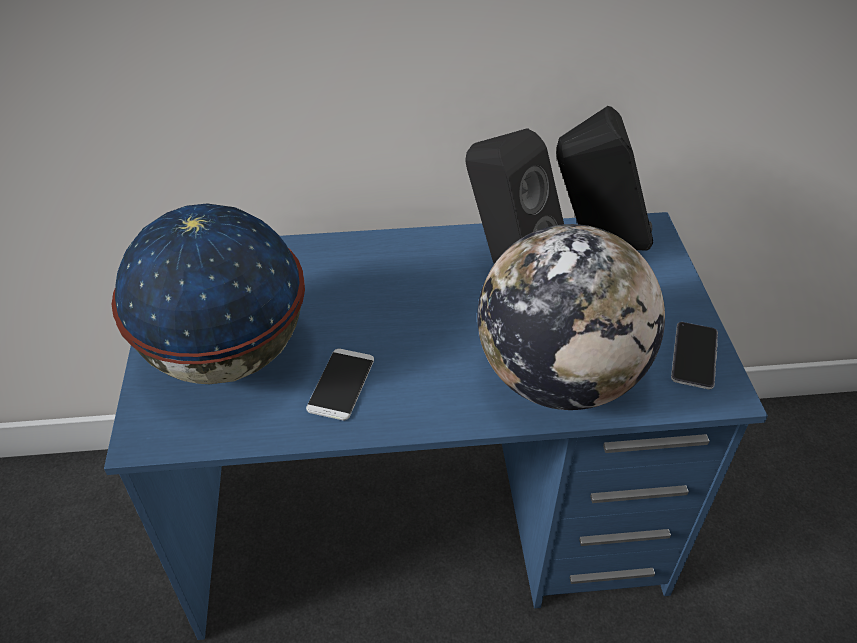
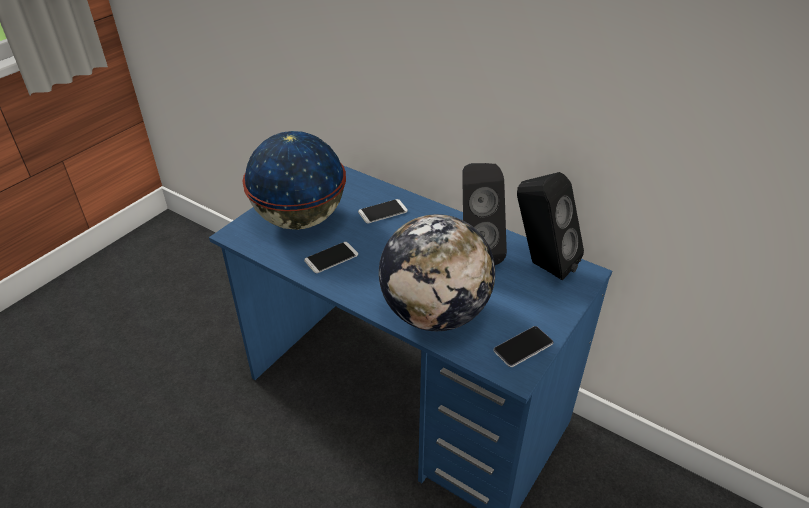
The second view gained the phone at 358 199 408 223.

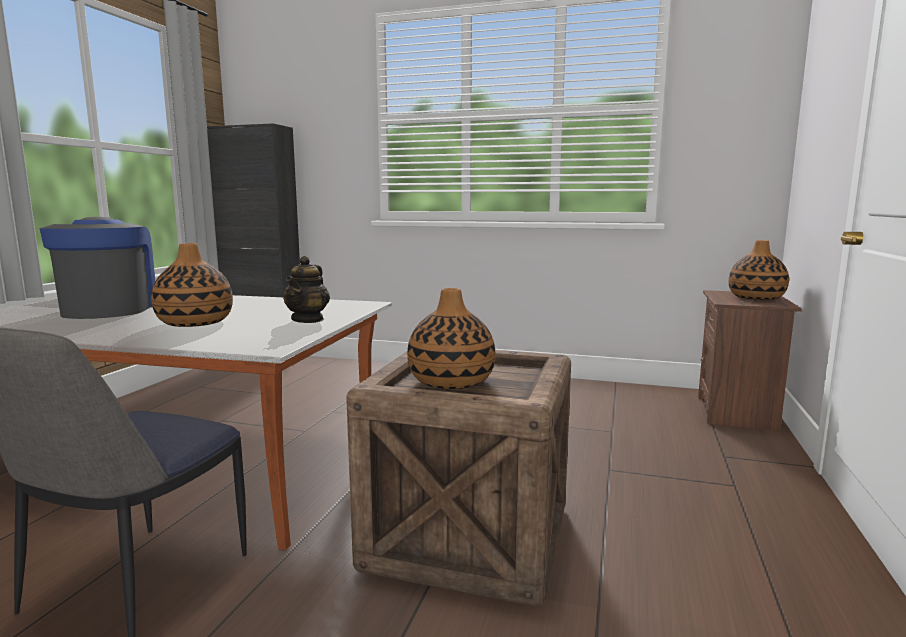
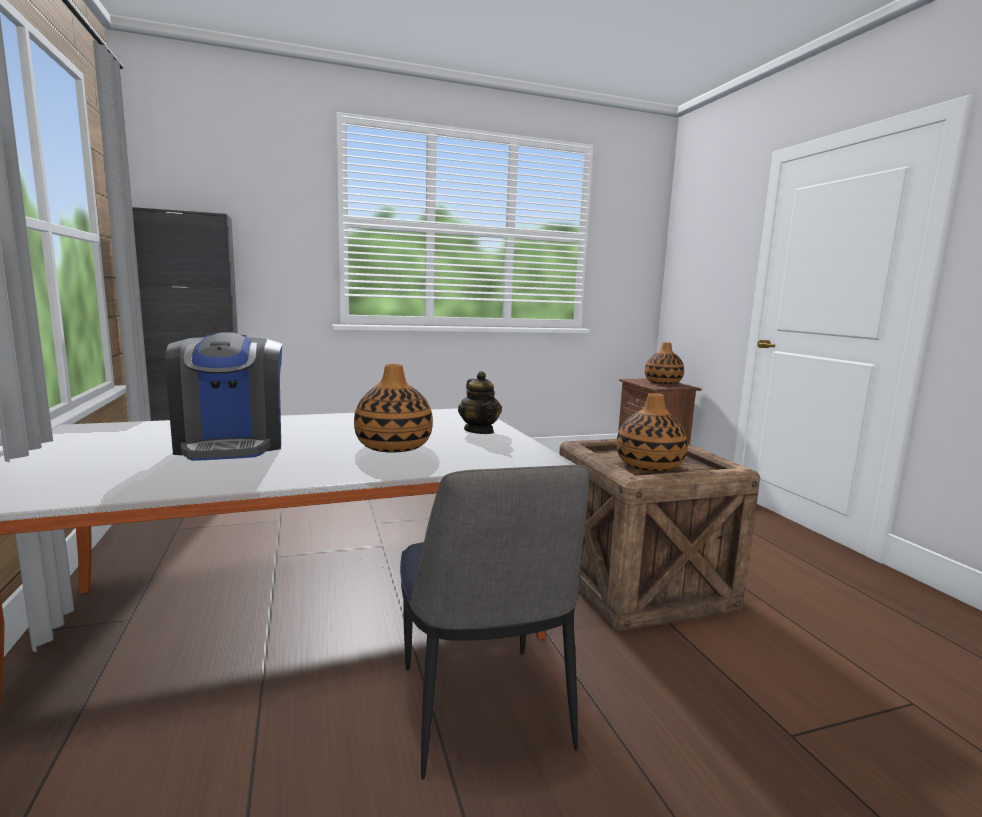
The coffee maker at 39 217 155 319 ended up facing another way, 150 degrees counterclockwise from before.

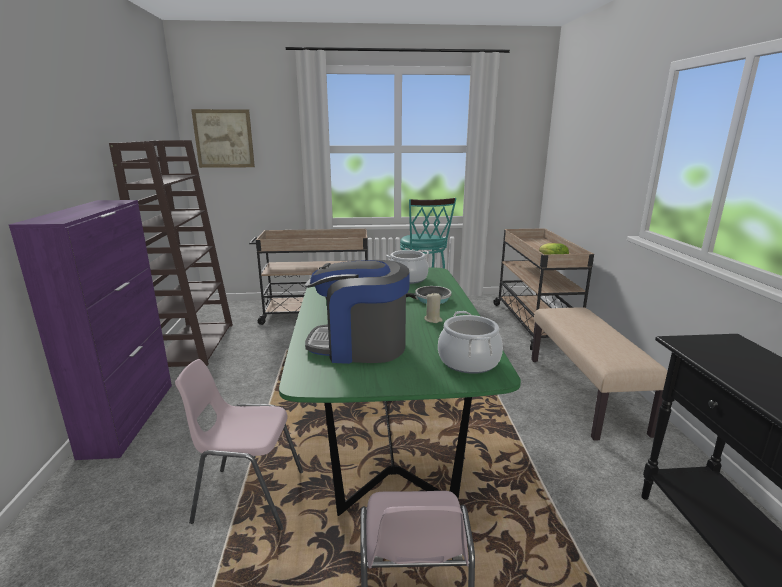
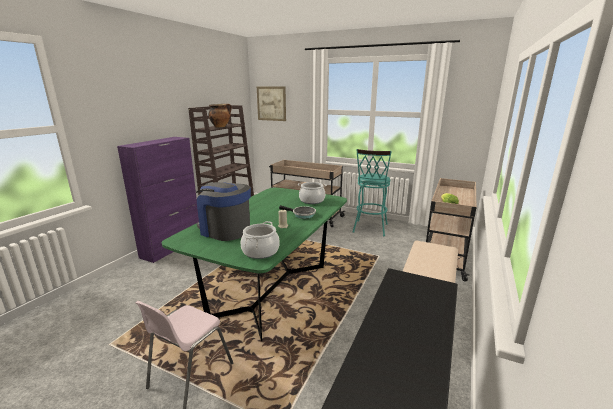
The second view lost the pink-coloured chair at 175 359 303 530. The second view gained the cooking pot at 208 104 232 127.

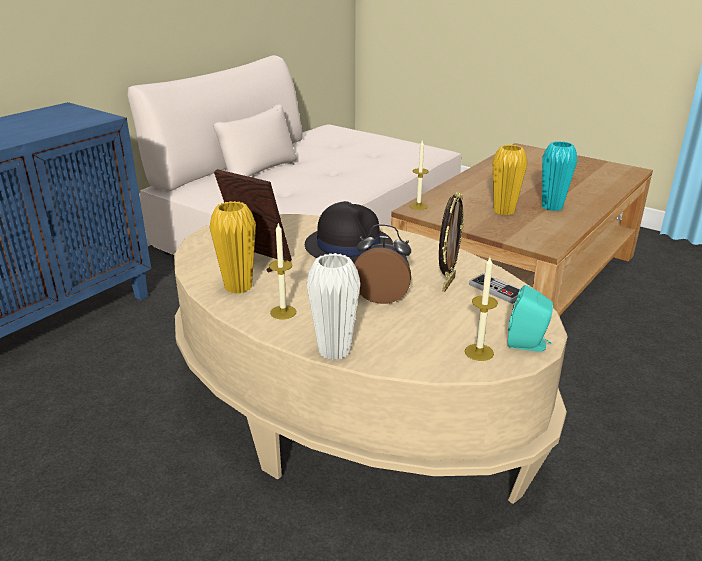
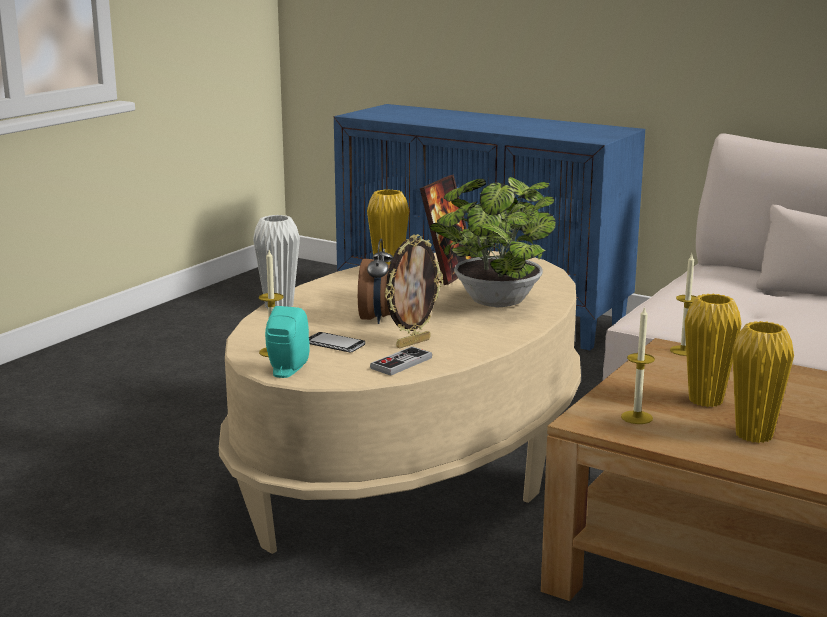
What was the turquoise decorative vase at 542 141 577 211 turned into the yellowish decorative vase at 732 321 794 443. The picture frame at 439 192 464 292 ended up facing another way, 60 degrees counterclockwise from before. Where the blackish hat stood at 305 201 393 263, the plant in a pot came to stand at 430 177 556 308. The wax candle ended up elsewhere, having gone from 269 222 296 319 to 621 306 655 424. The second view gained the phone at 309 332 365 353.

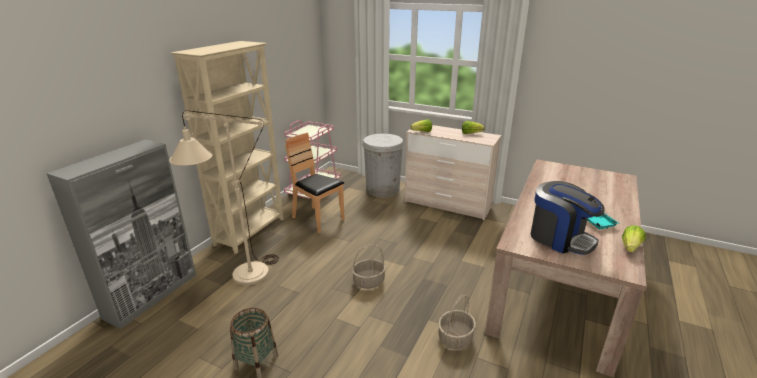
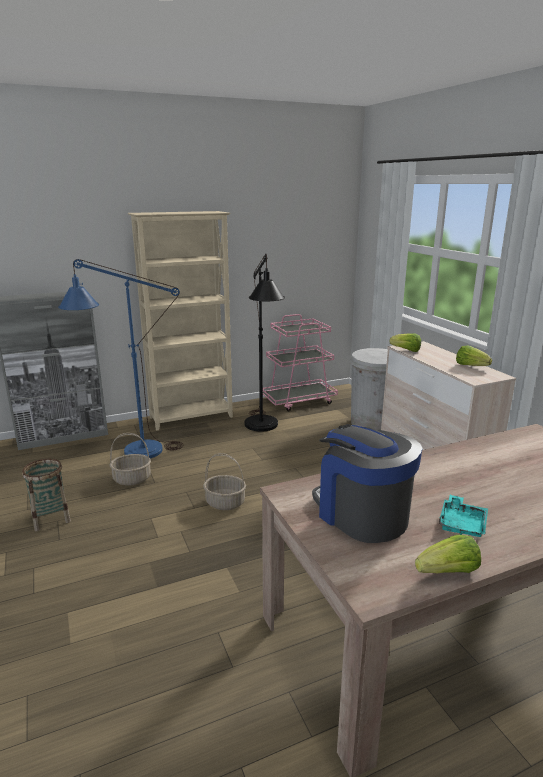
What was the beige-coloured floor lamp at 169 110 279 285 turned into the blue floor lamp at 58 259 183 459. Where the brown-coloured chair stood at 285 133 344 234, the blackish floor lamp came to stand at 245 254 285 432. The coffee maker at 531 181 605 255 ended up facing another way, 150 degrees clockwise from before. The storage basket ended up elsewhere, having gone from 438 294 476 349 to 109 433 151 486.

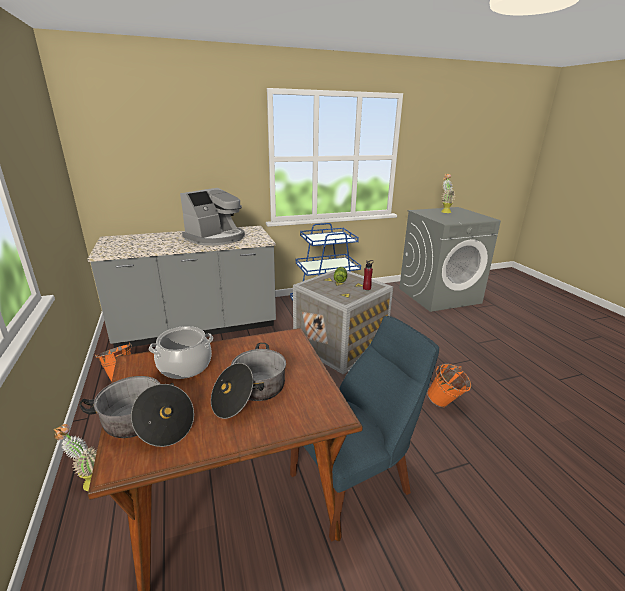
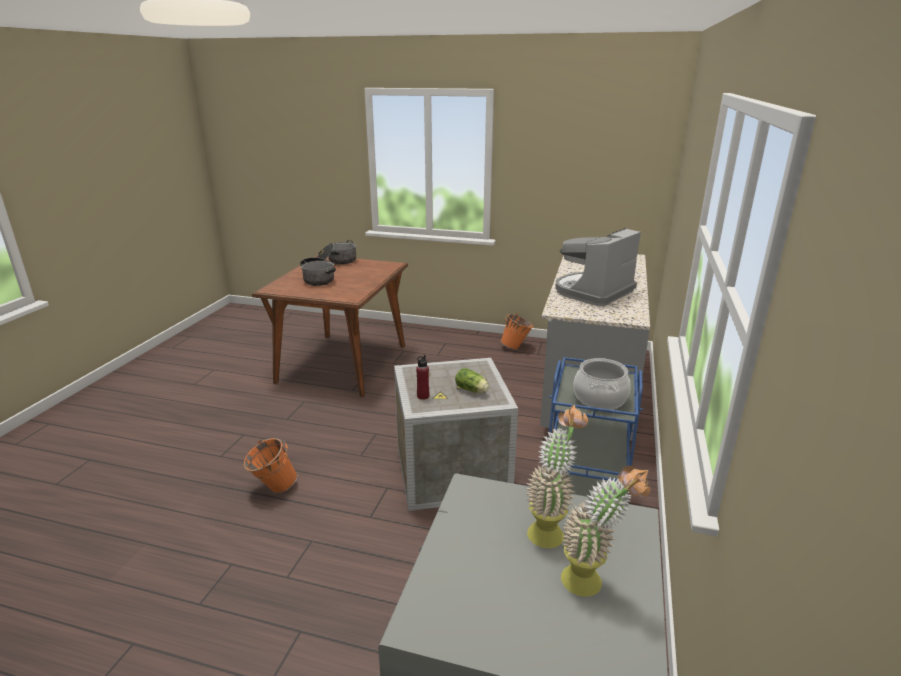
The coffee maker at 180 188 245 246 ended up facing another way, 60 degrees clockwise from before. The second view lost the blue chair at 290 316 439 541. The cooking pot ended up elsewhere, having gone from 149 326 213 379 to 573 358 631 410. The plant in a pot ended up elsewhere, having gone from 53 424 97 491 to 526 405 588 548.

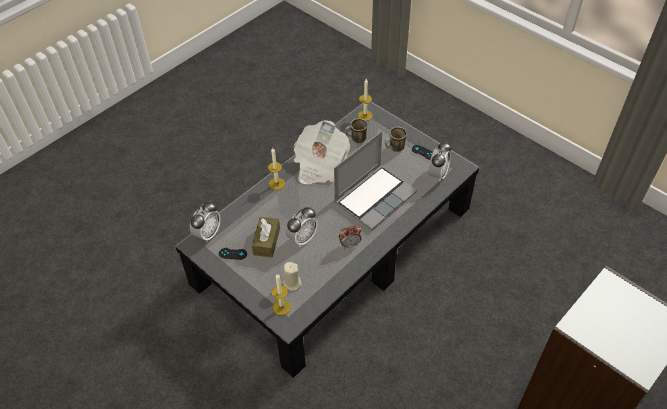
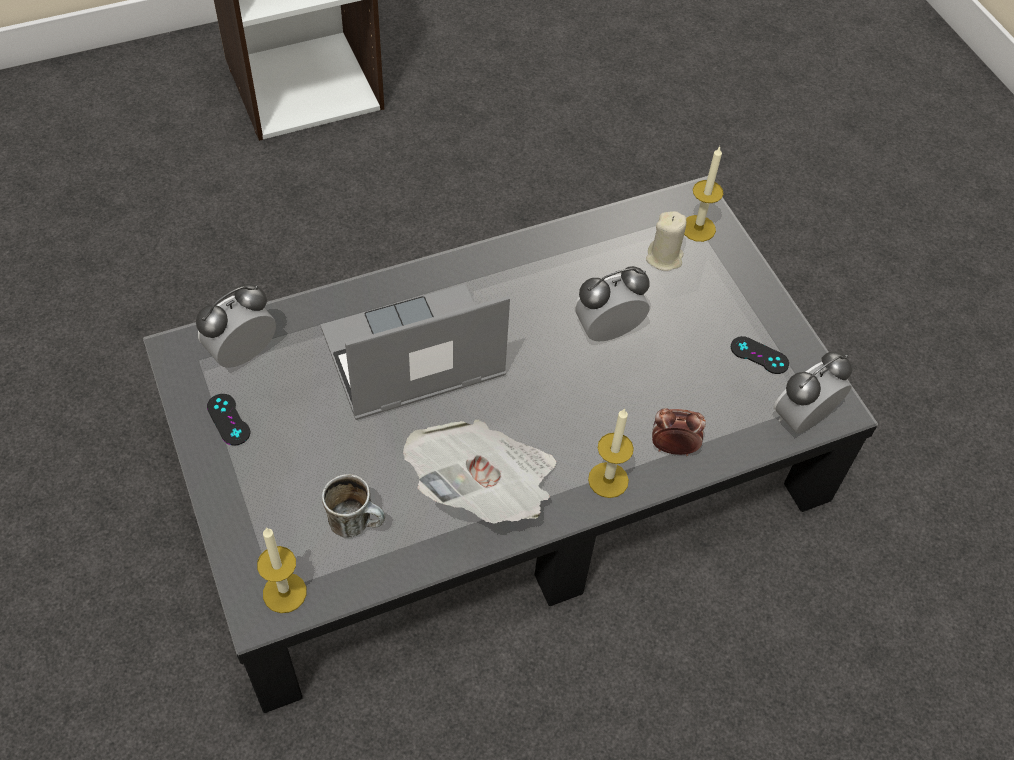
The second view lost the coffee mug at 385 127 407 152. The second view lost the brown-coloured tissue box at 252 217 280 257. The bedside clock ended up elsewhere, having gone from 339 226 361 249 to 652 408 706 456.

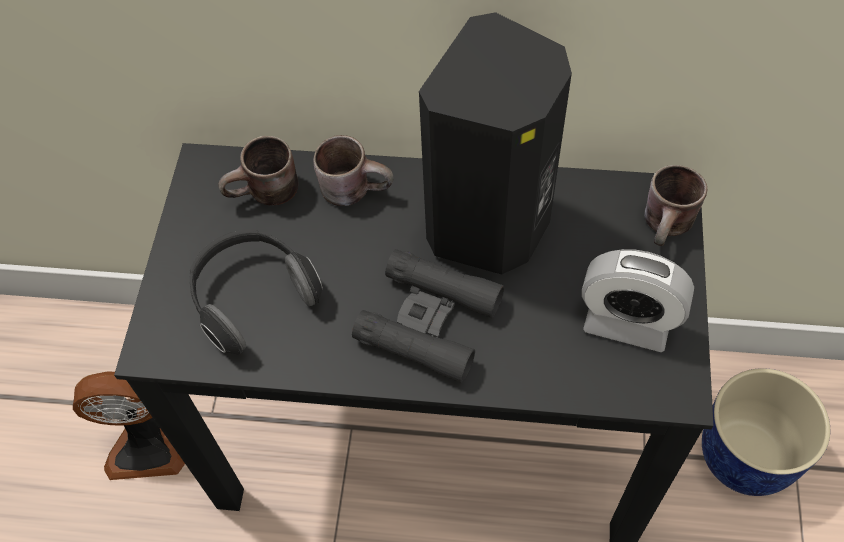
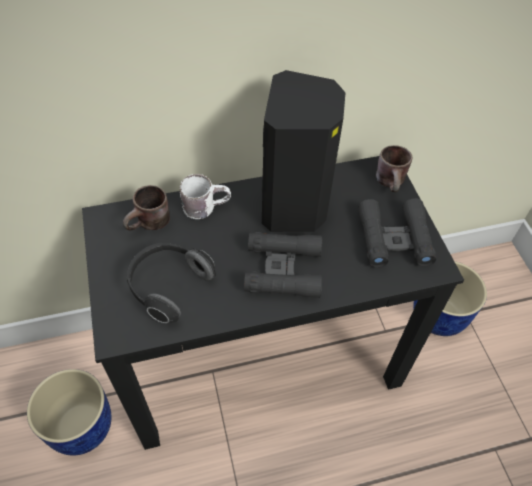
What was the brown-coloured coffee mug at 313 135 394 206 turned into the white coffee mug at 180 174 231 219. Where the bedside clock stood at 582 249 694 352, the blackish field glasses came to stand at 358 198 436 268. Where the electric fan stood at 73 372 185 480, the blue planter came to stand at 27 369 111 456.

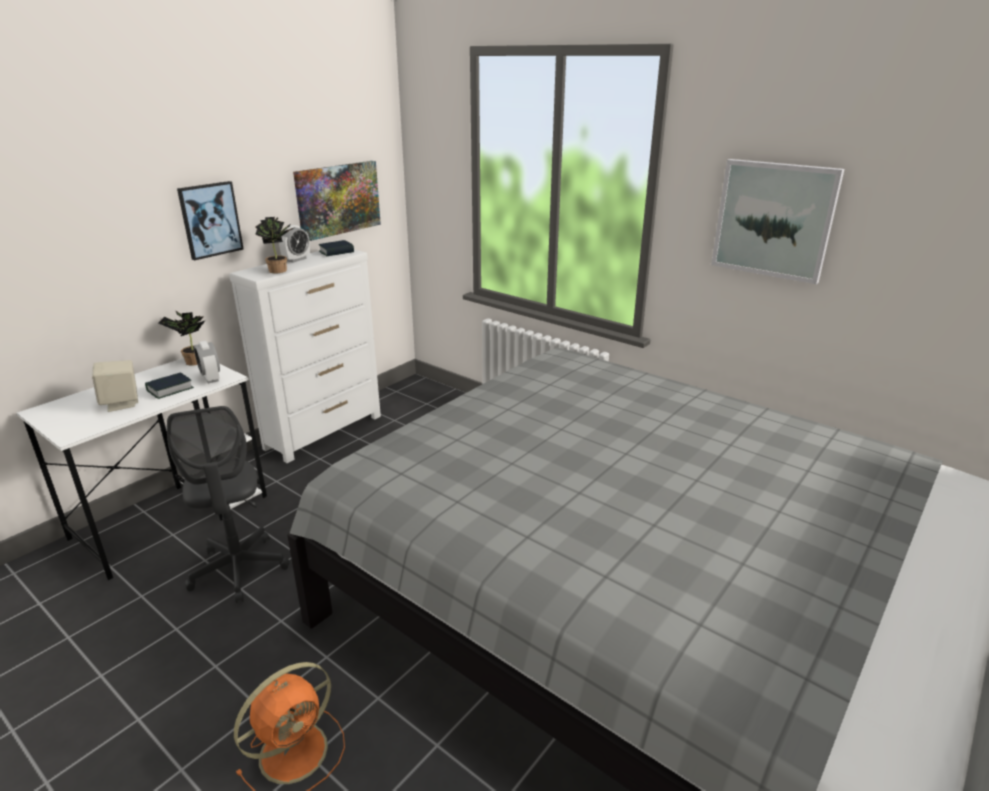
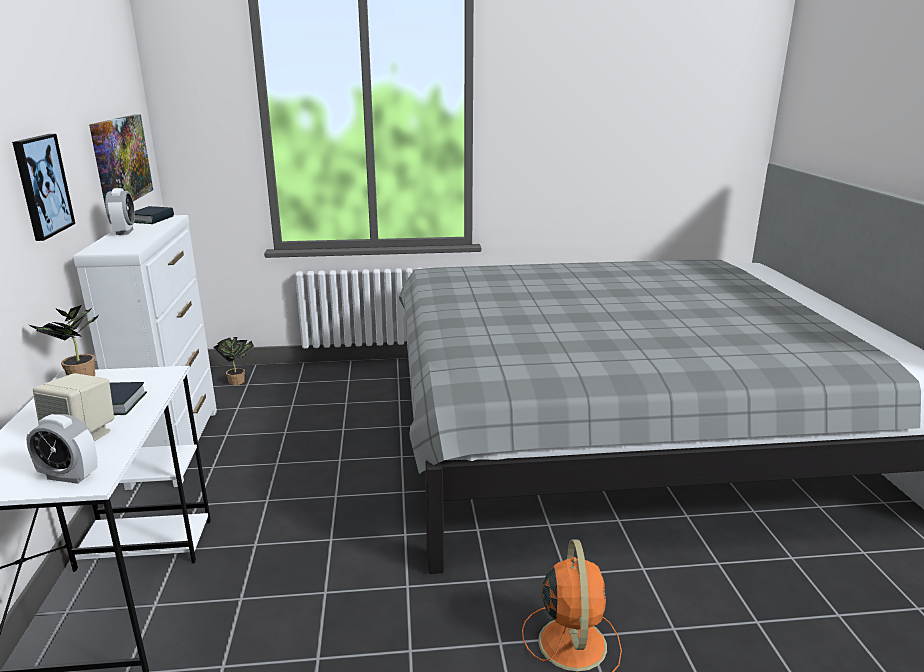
The second view lost the wall picture at 711 159 844 284. The plant in a pot ended up elsewhere, having gone from 255 217 295 273 to 213 337 254 385. The bedside clock ended up elsewhere, having gone from 194 341 220 384 to 26 414 98 484. The second view lost the gray desk chair at 167 406 290 603.

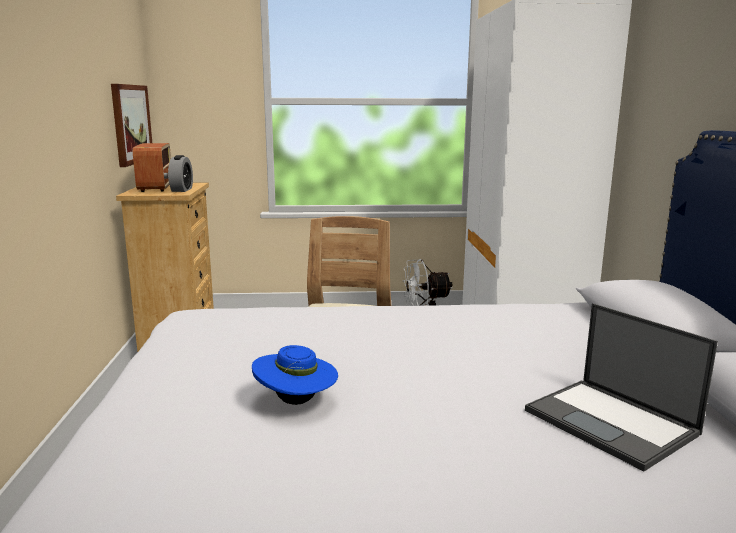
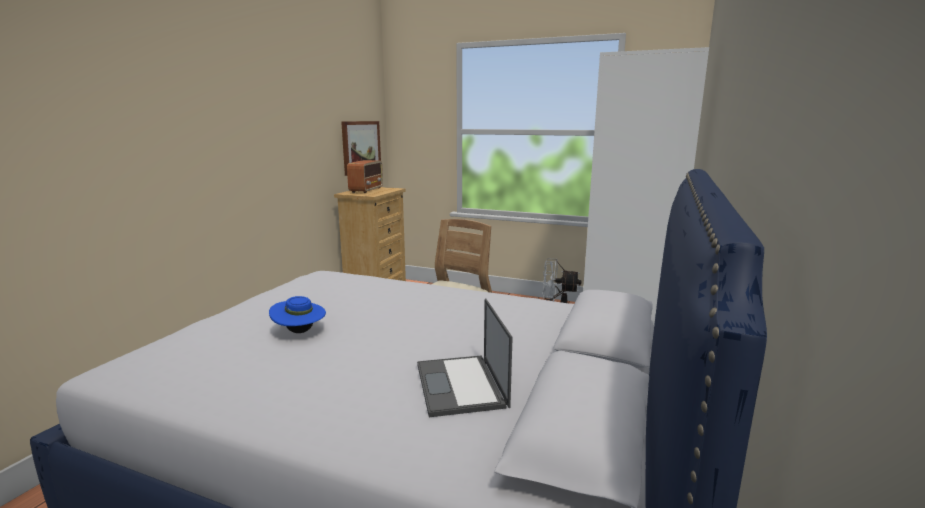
The second view lost the bedside clock at 168 155 193 192.

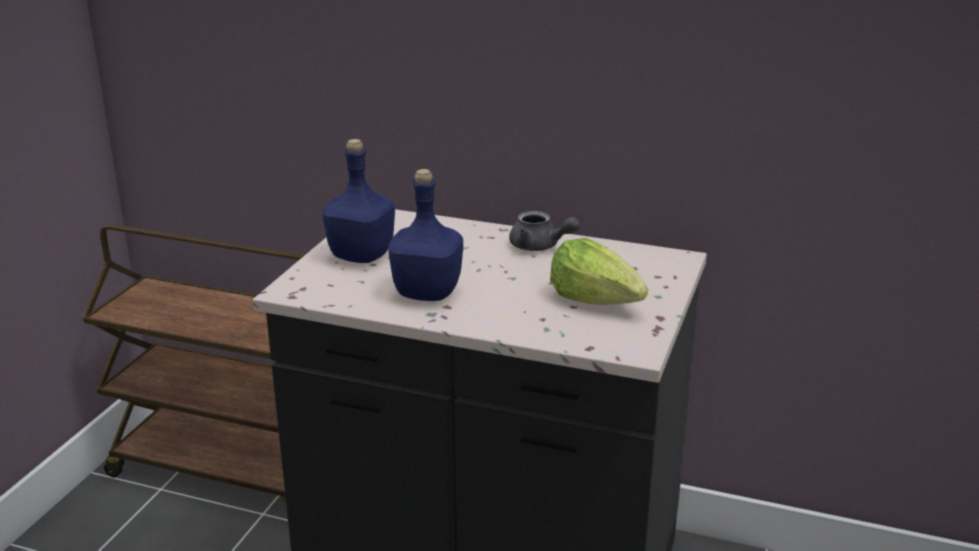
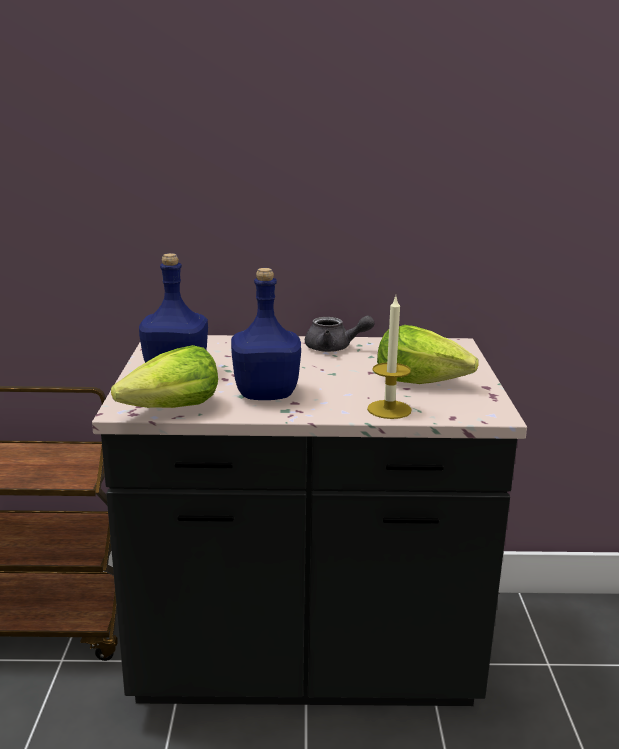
The second view gained the wax candle at 367 297 411 419. The second view gained the head of lettuce at 111 345 218 408.

